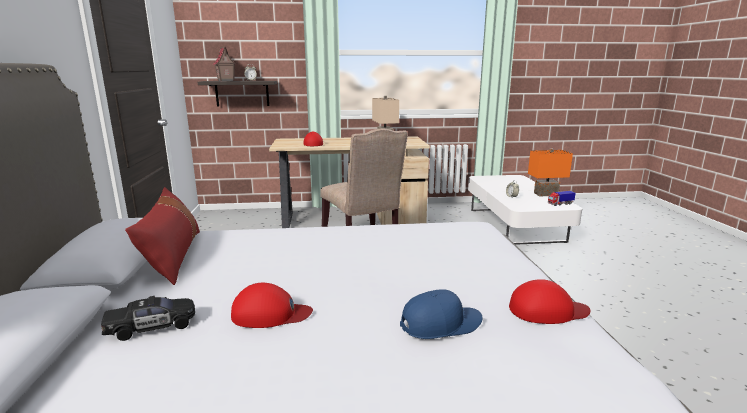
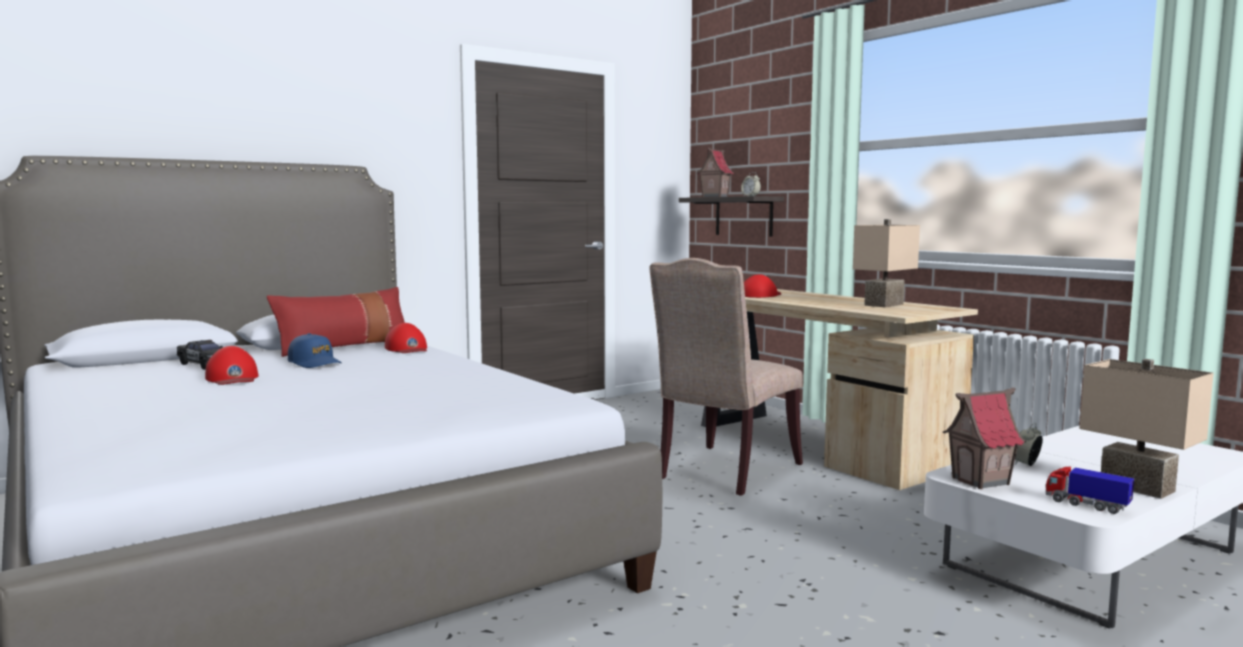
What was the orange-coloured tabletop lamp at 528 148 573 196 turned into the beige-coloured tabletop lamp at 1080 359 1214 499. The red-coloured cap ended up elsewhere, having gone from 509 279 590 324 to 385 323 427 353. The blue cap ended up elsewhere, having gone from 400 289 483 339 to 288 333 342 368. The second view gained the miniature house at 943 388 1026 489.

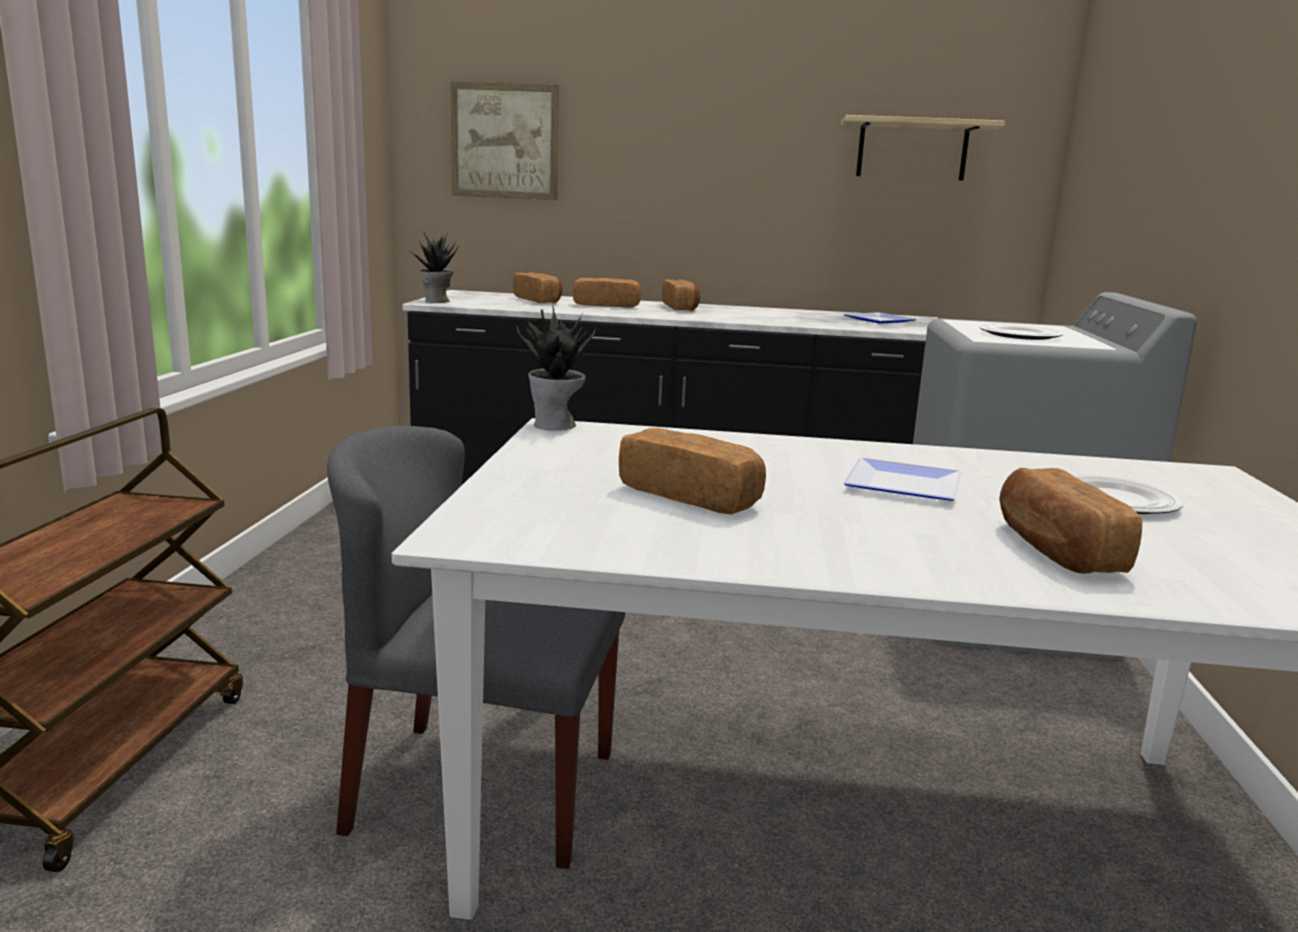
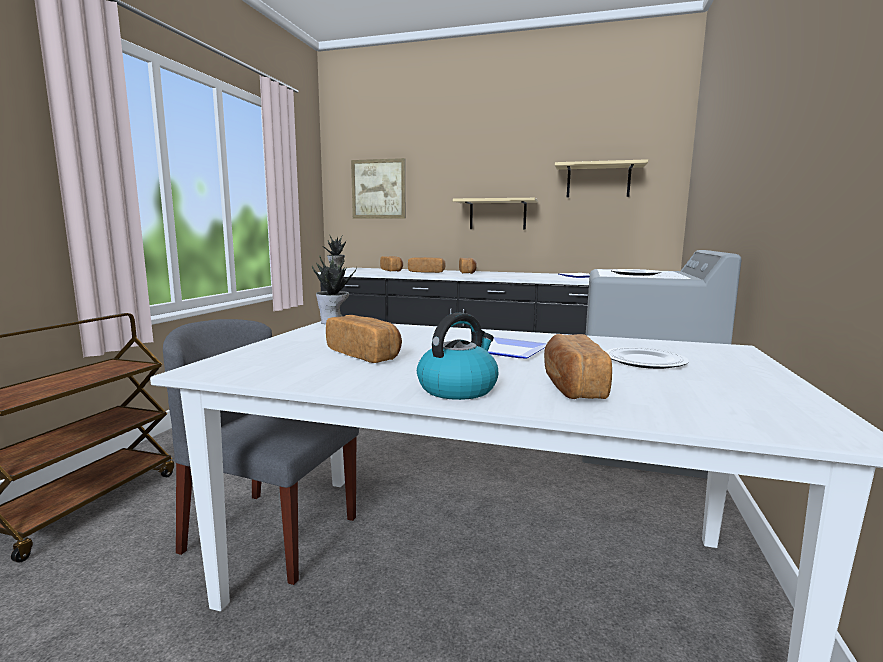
The second view gained the bracket shelf at 453 198 538 230. The second view gained the water kettle at 417 313 498 400.

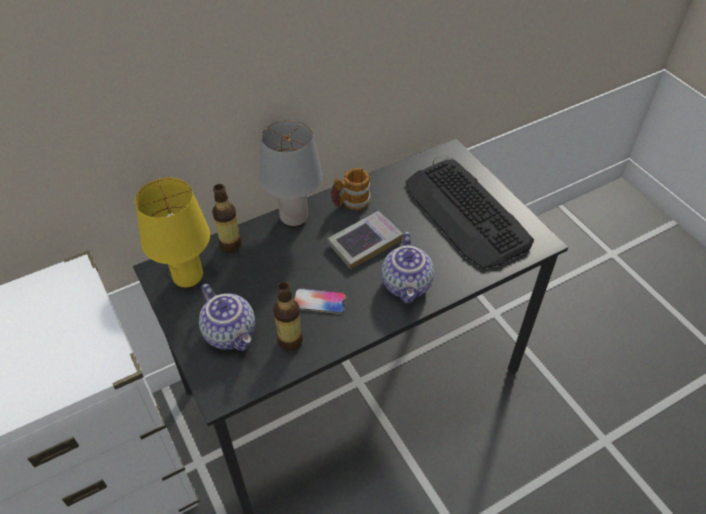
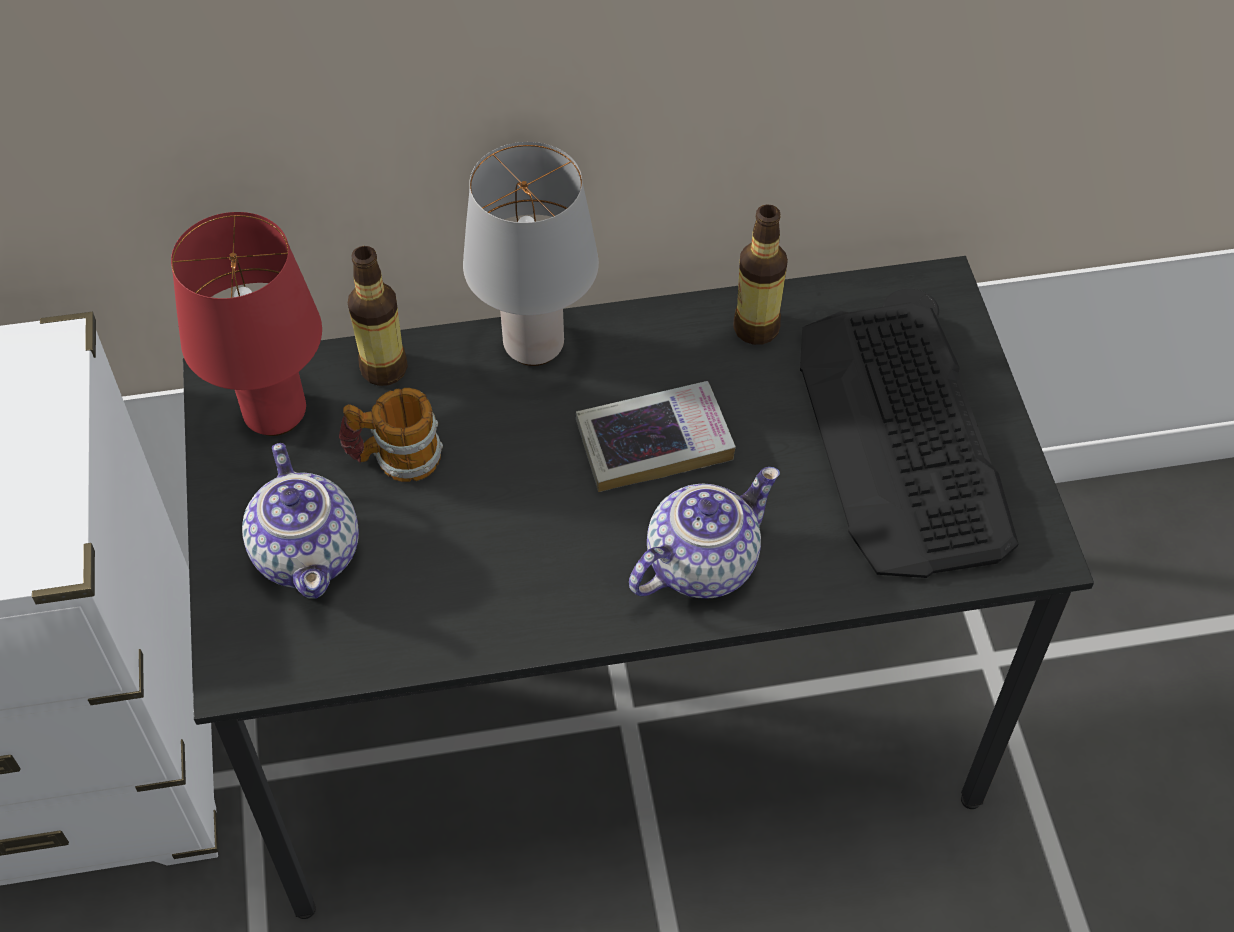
The coffee mug ended up elsewhere, having gone from 331 168 370 210 to 339 388 443 482. What was the yellowish tabletop lamp at 135 177 210 288 turned into the red-coloured tabletop lamp at 171 212 322 436. The pot for tea at 382 232 434 303 ended up facing another way, 150 degrees counterclockwise from before. The drink bottle ended up elsewhere, having gone from 273 282 303 351 to 733 204 788 345. The second view lost the phone at 294 288 346 314.

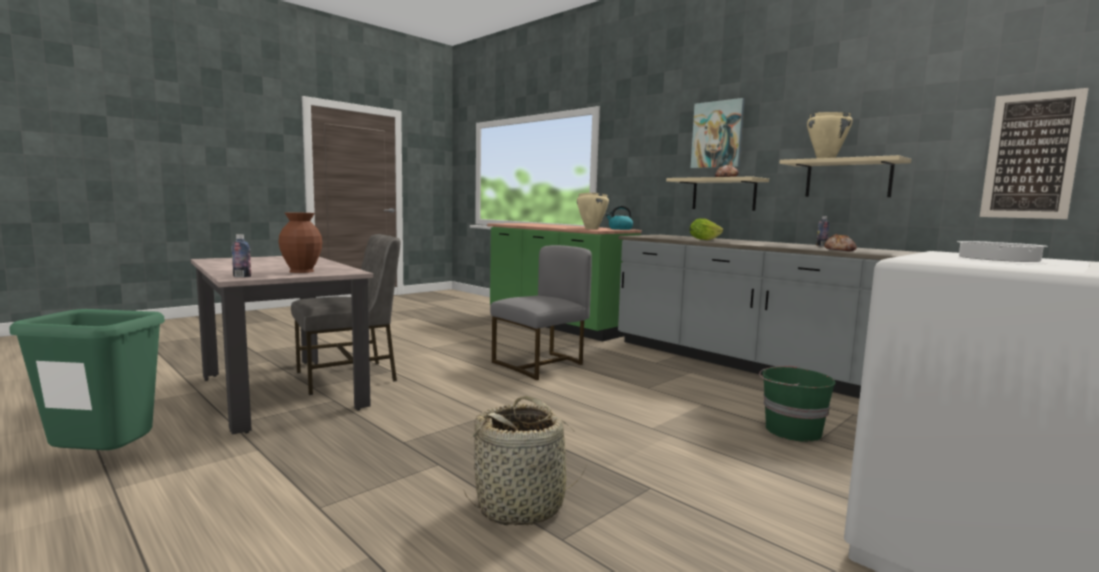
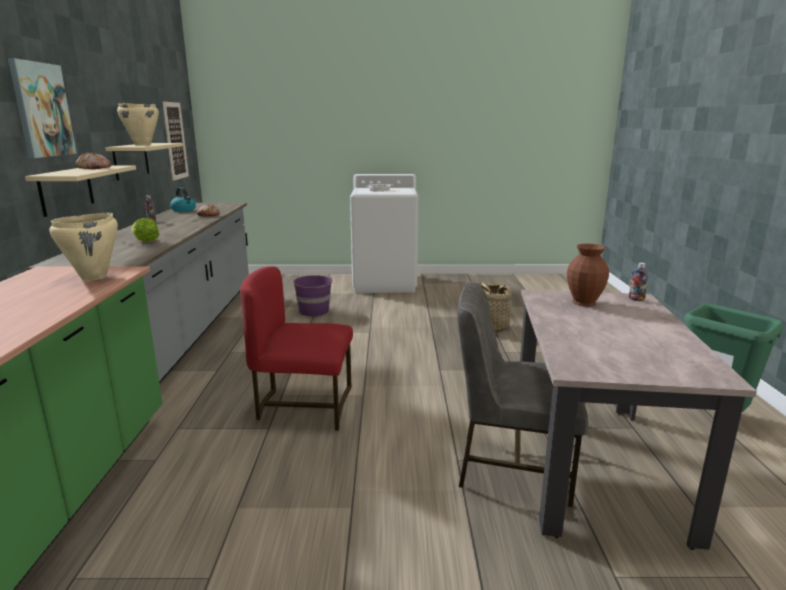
The water kettle ended up elsewhere, having gone from 606 206 633 230 to 170 187 196 212. What was the gray chair at 490 245 592 380 turned into the red-coloured chair at 240 266 353 431. What was the green-coloured bucket at 759 366 836 442 turned into the purplish bucket at 293 275 333 316.

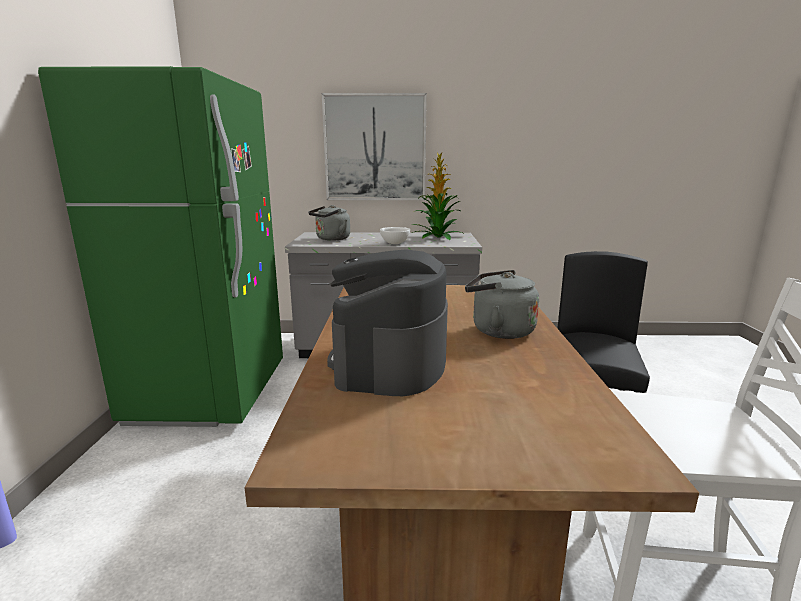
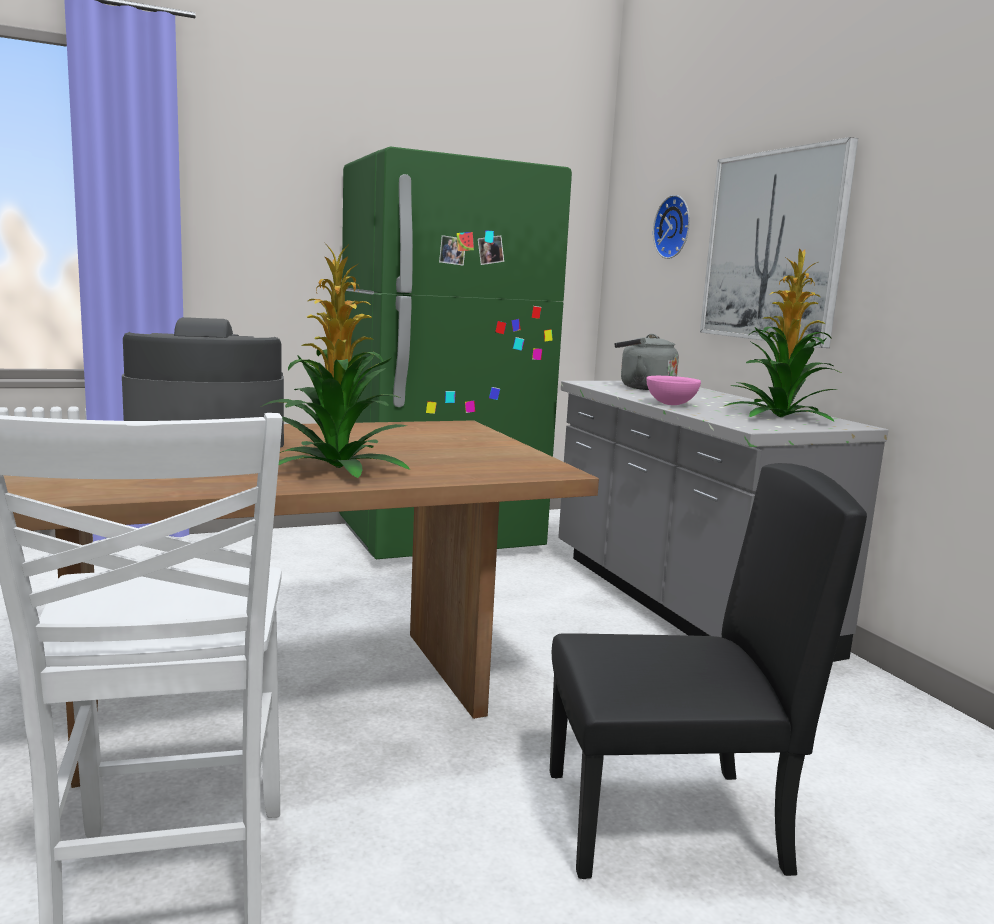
What was the white deep dish at 380 227 410 244 turned into the pink-coloured deep dish at 646 376 701 405. Where the gray water kettle stood at 465 270 539 339, the plant in a pot came to stand at 261 245 410 478. The second view gained the hanging clock at 653 195 690 259.

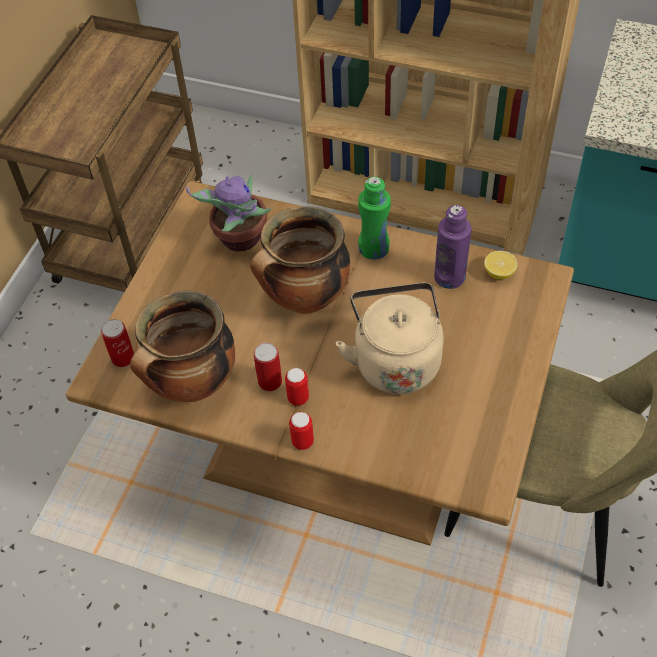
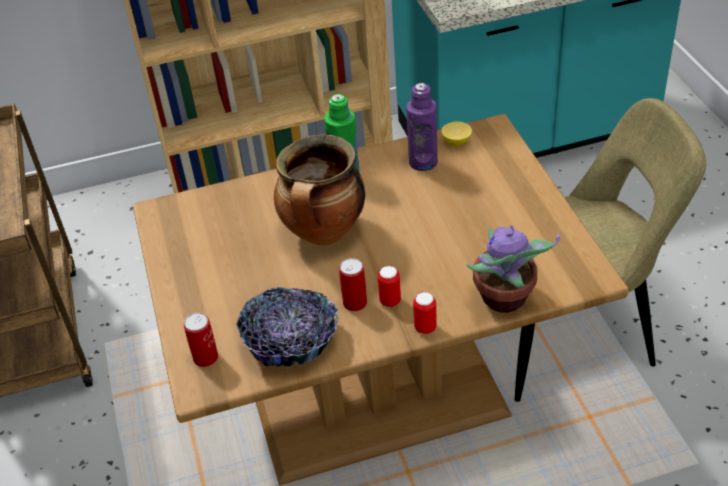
The plant in a pot ended up elsewhere, having gone from 186 175 271 252 to 466 225 560 313. The second view lost the beige-coloured water kettle at 336 283 444 394. Where the cooking pot stood at 130 291 235 402, the deep dish came to stand at 236 287 339 367.

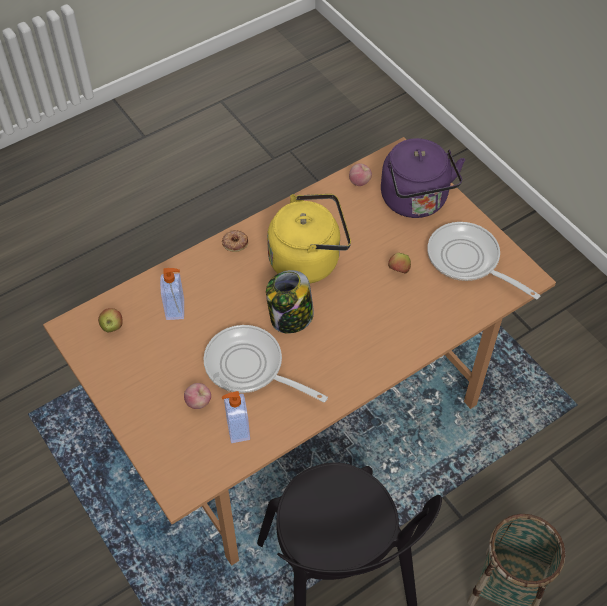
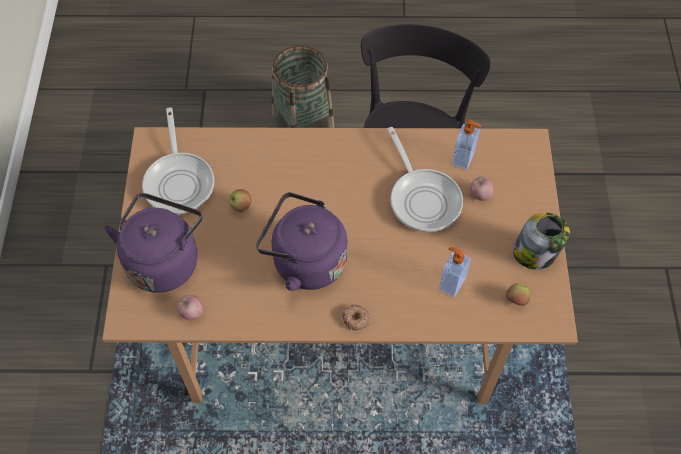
What was the yellowish water kettle at 267 194 351 283 turned into the purplish water kettle at 256 192 348 291. The preserve jar ended up elsewhere, having gone from 266 270 314 334 to 513 213 570 270.

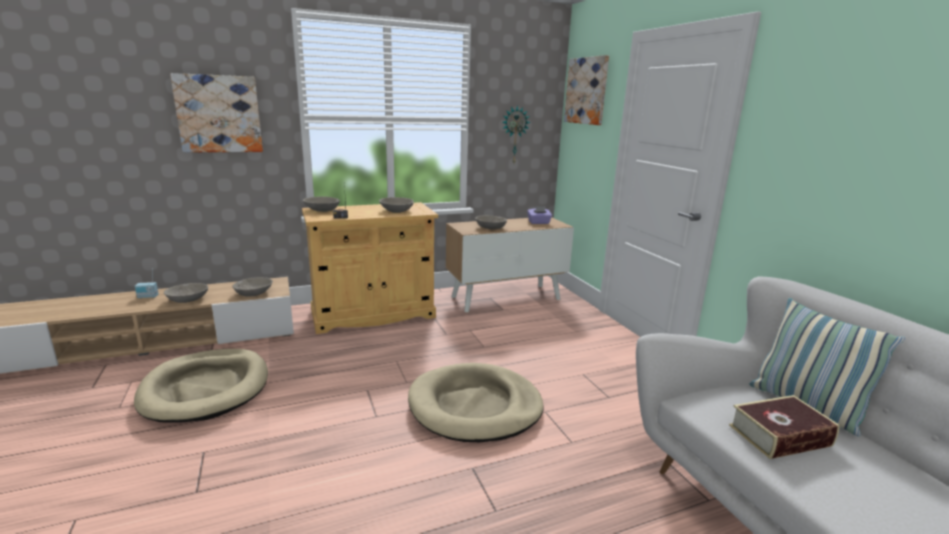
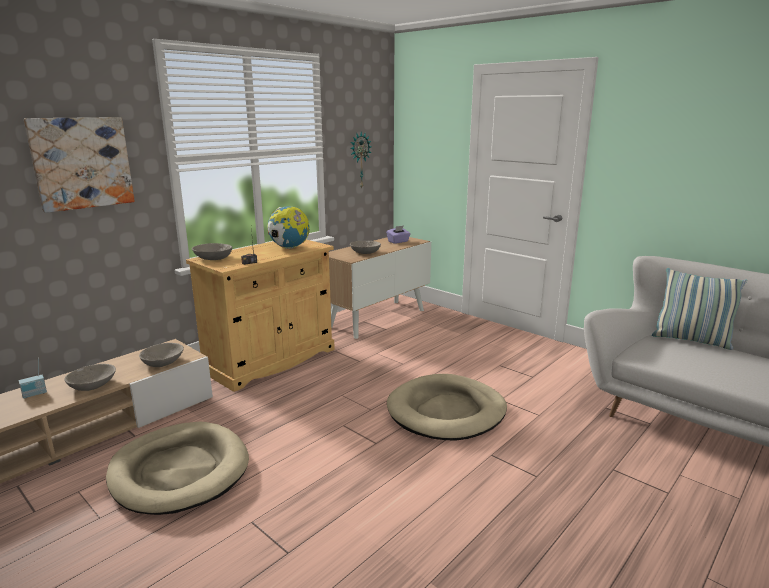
The second view lost the wall picture at 564 55 609 125. Where the gray deep dish stood at 379 197 414 213, the globe came to stand at 267 206 310 249. The second view lost the bound book at 729 395 840 459.

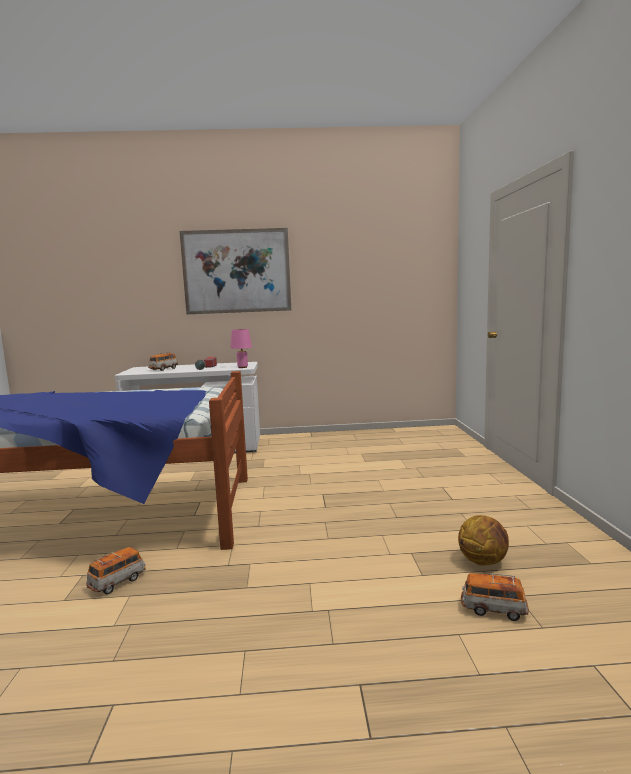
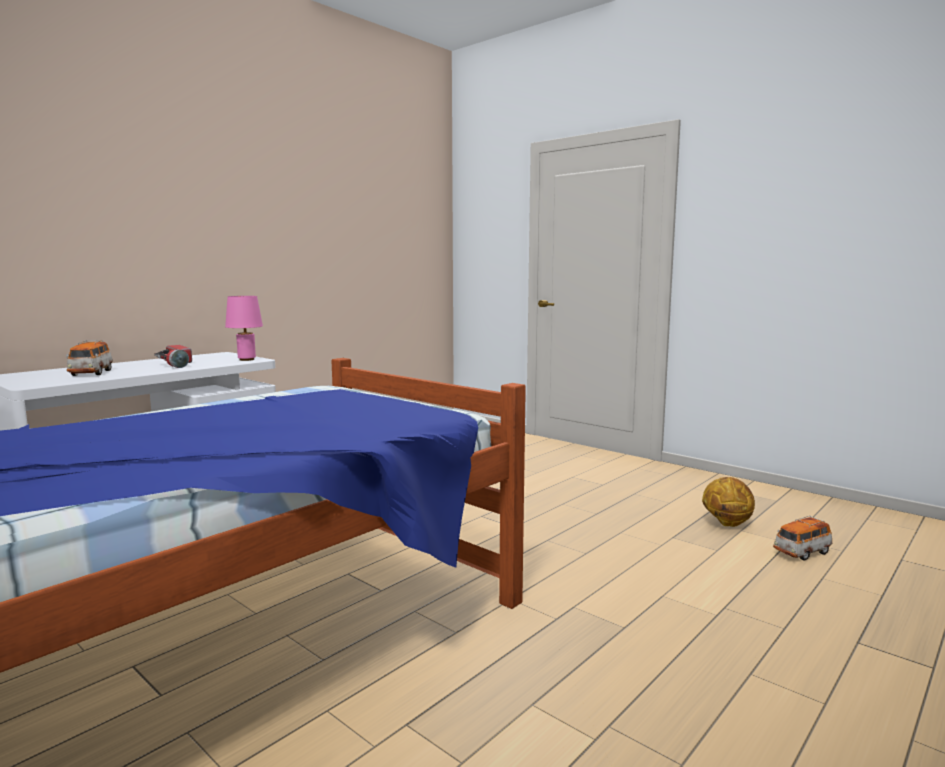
The second view lost the wall picture at 180 228 291 314. The second view lost the model car at 86 547 146 594.

